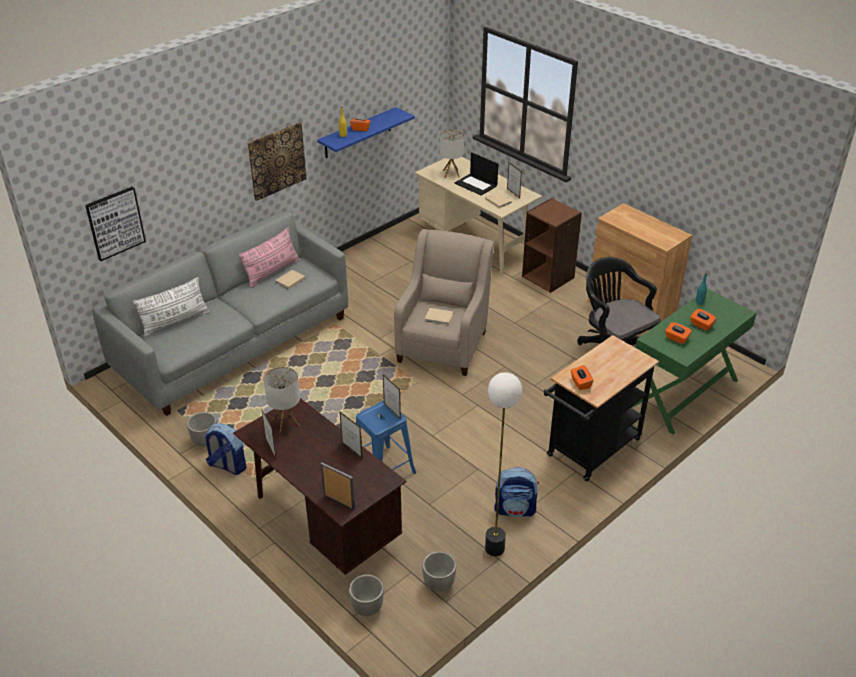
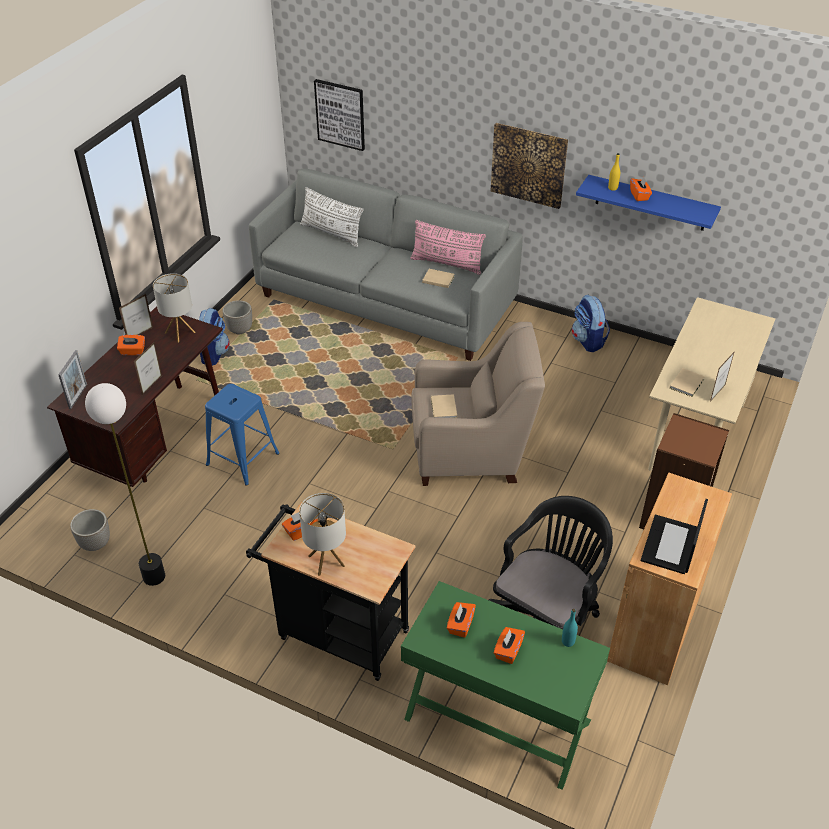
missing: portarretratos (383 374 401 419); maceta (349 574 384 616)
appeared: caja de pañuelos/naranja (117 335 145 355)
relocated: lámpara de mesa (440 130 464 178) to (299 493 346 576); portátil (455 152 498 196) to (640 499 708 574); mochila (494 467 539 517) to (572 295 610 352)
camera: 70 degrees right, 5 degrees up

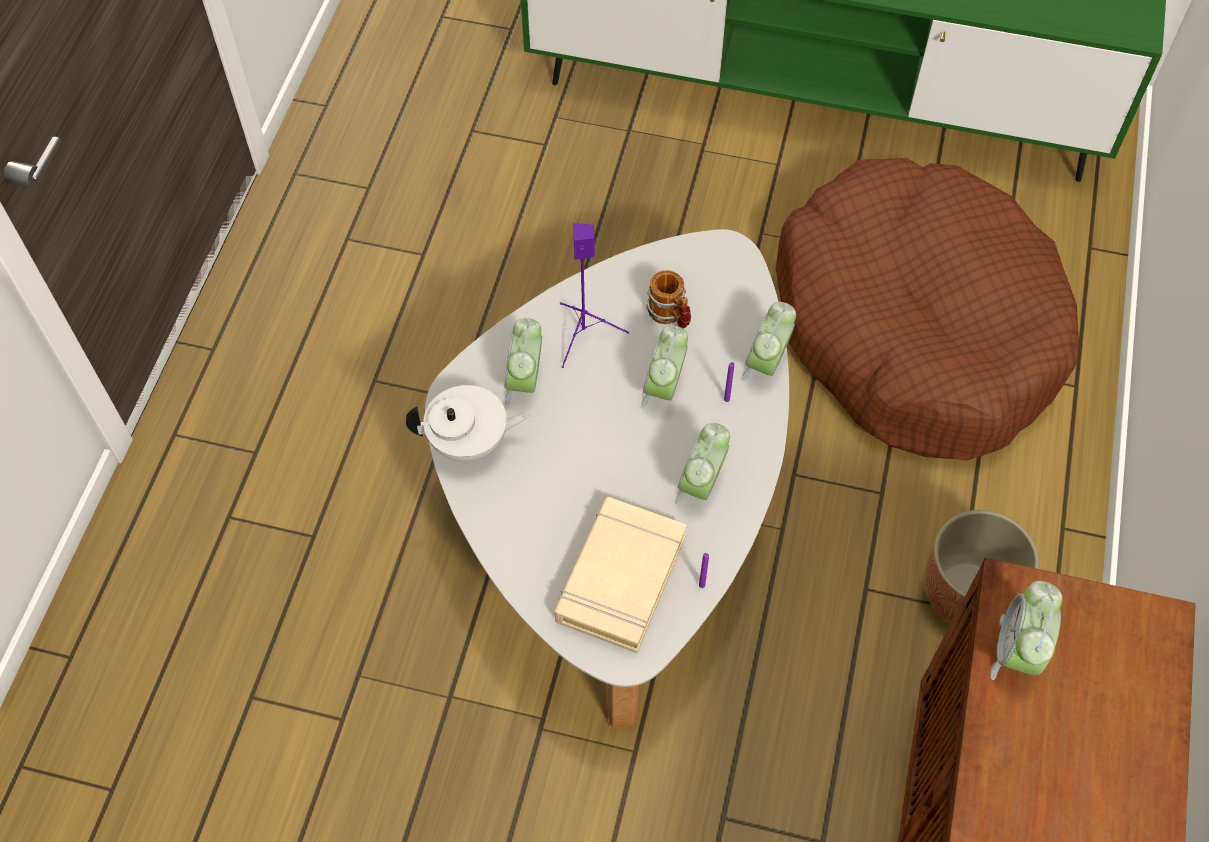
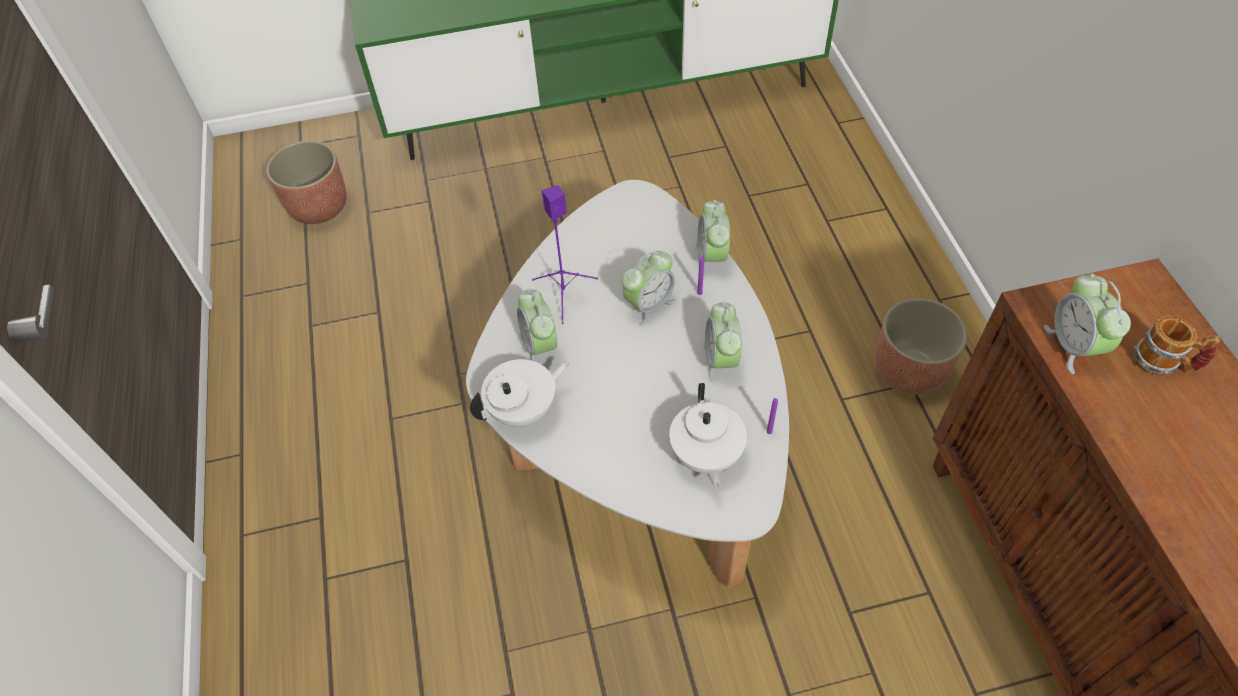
missing: cama para perro/marrón (776 158 1079 461)
appeared: maceta (266 141 346 224)
relocated: taza grande (646 270 691 328) to (1133 316 1220 377)
exchanged: libro/beis (554 497 687 653) to tetera/blanco (669 383 747 489)
spun: despertador (641 325 688 408) = (622 251 675 326) 120 degrees counterclockwise
camera: 25 degrees left, 5 degrees down

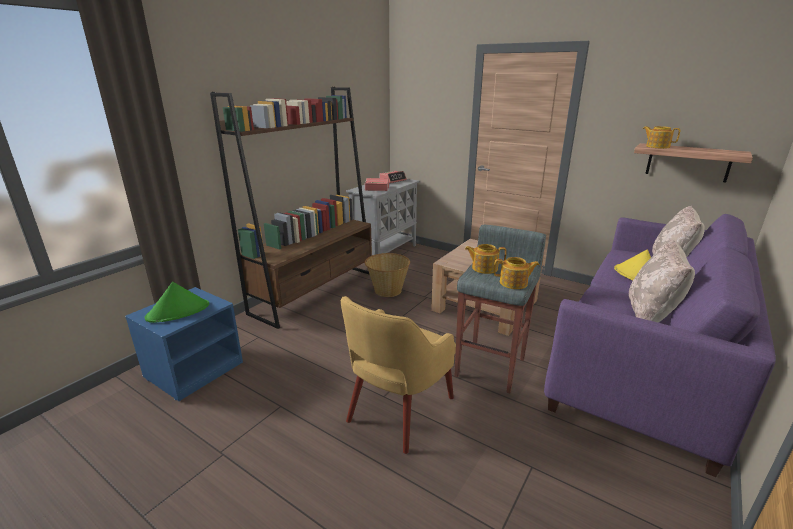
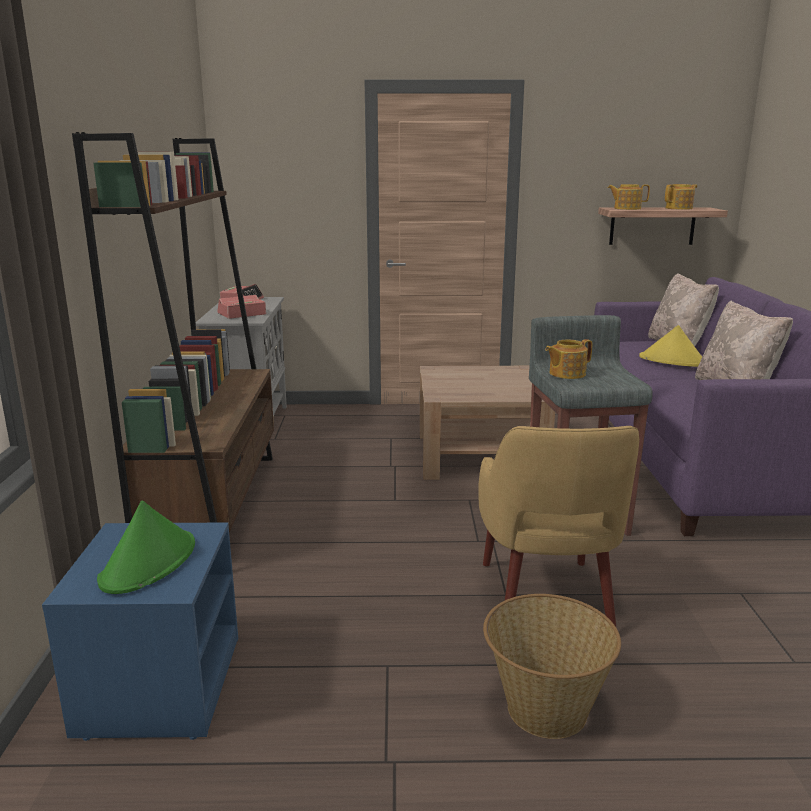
relocated: cesta (365 253 410 297) to (483 594 621 739); tetera (494 257 539 289) to (665 184 697 210)
camera: 35 degrees left, 5 degrees down

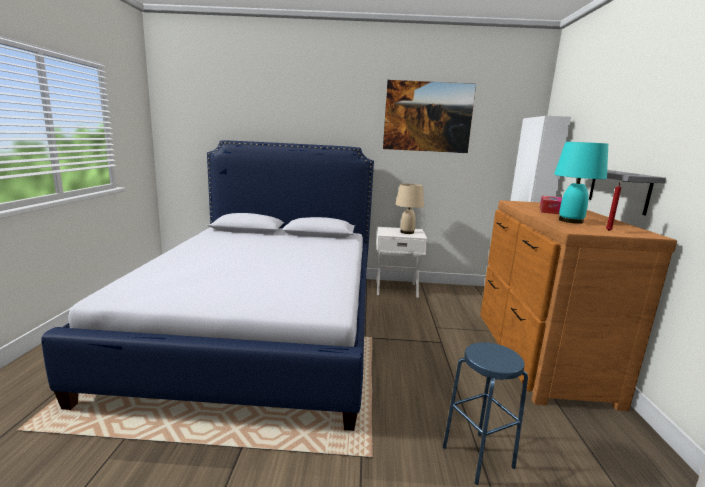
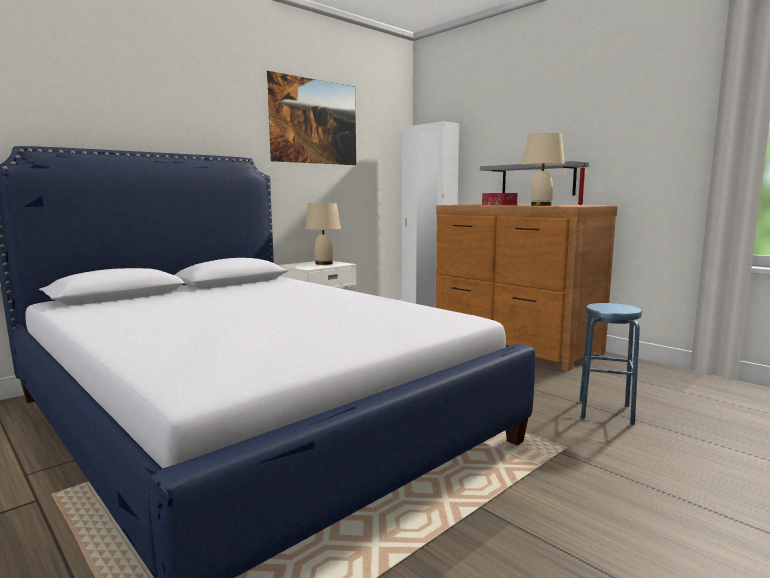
colour: lámpara de mesa/turquesa (554 142 608 224) to lámpara de mesa/beis (522 133 565 206)
camera: 45 degrees left, 5 degrees down

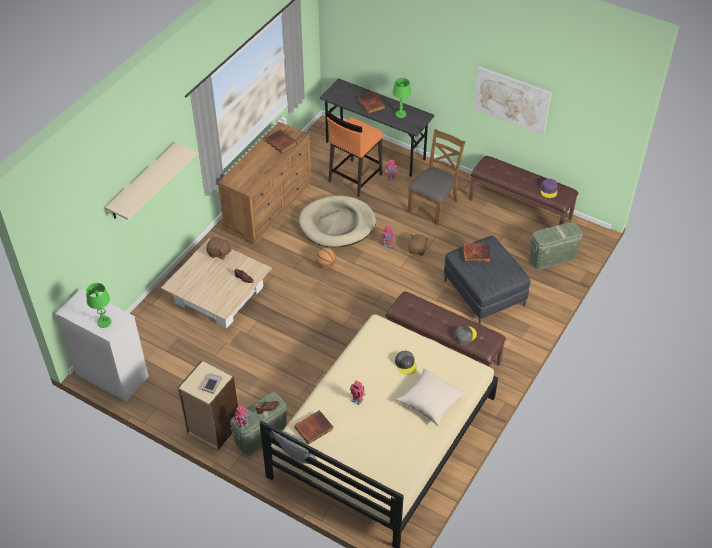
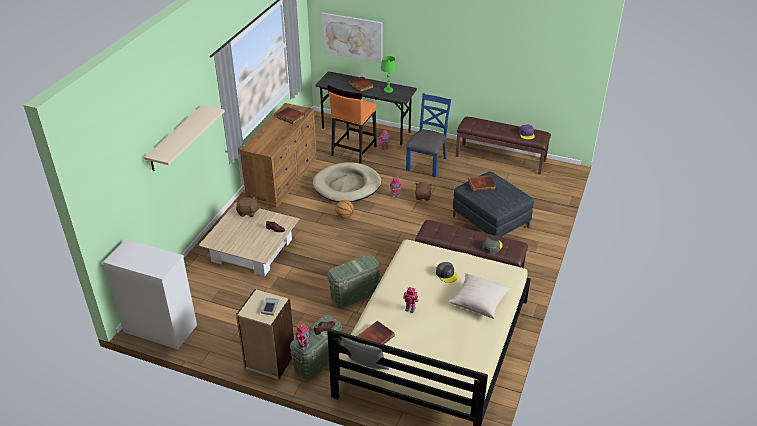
missing: lámpara de mesa/verde (86 283 111 328)
relocated: cuadro (473 66 552 135) to (321 12 383 63); caja de almacenaje/verde (530 222 583 270) to (327 255 381 308)
colour: silla/marrón (408 129 465 226) to silla/azul (406 93 451 177)
camera: 10 degrees left, 10 degrees down

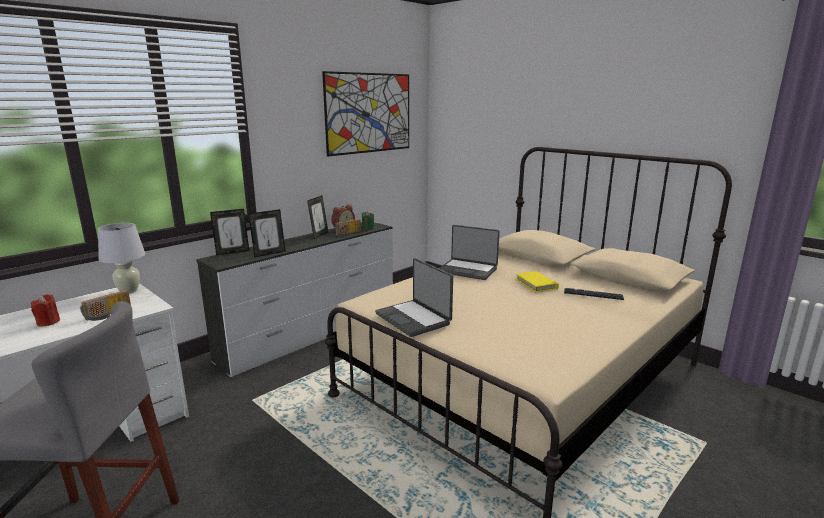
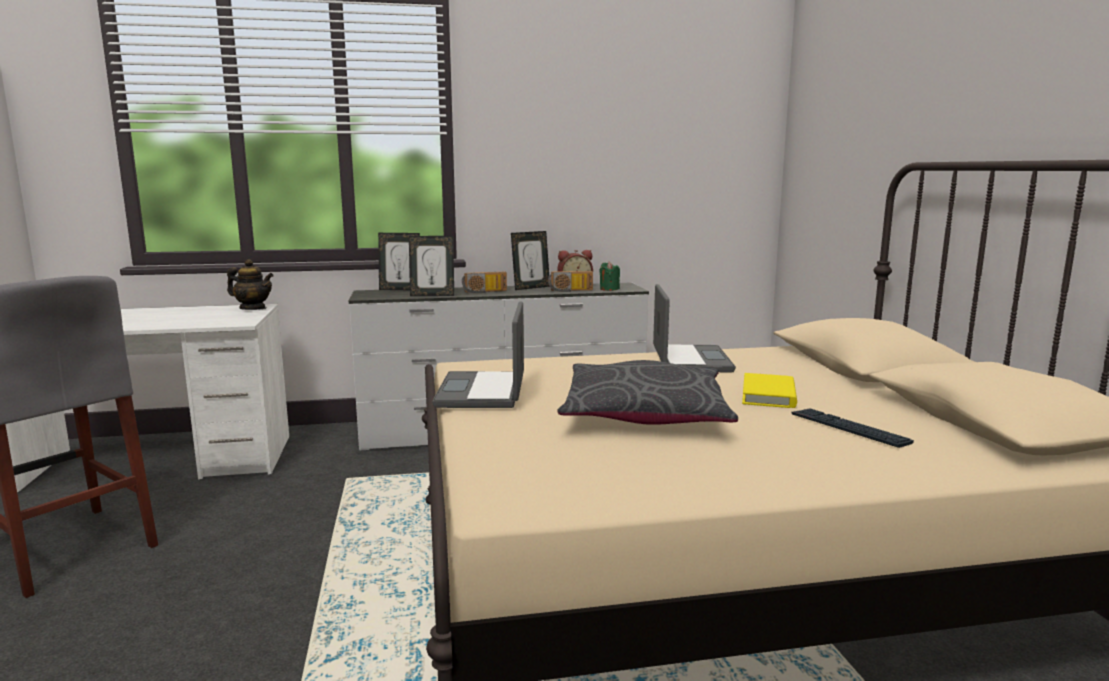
missing: cuadro (322 71 409 157); vela/rojo (31 294 60 327)
appeared: cojín/gris (557 360 738 425)
relocated: radio (80 290 131 321) to (462 272 507 293)
exchanged: lámpara de mesa/blanco (98 223 145 294) to tetera (227 259 274 310)
spun: portátil (439 225 500 280) = (653 284 736 372) 150 degrees counterclockwise
camera: 35 degrees right, 5 degrees down

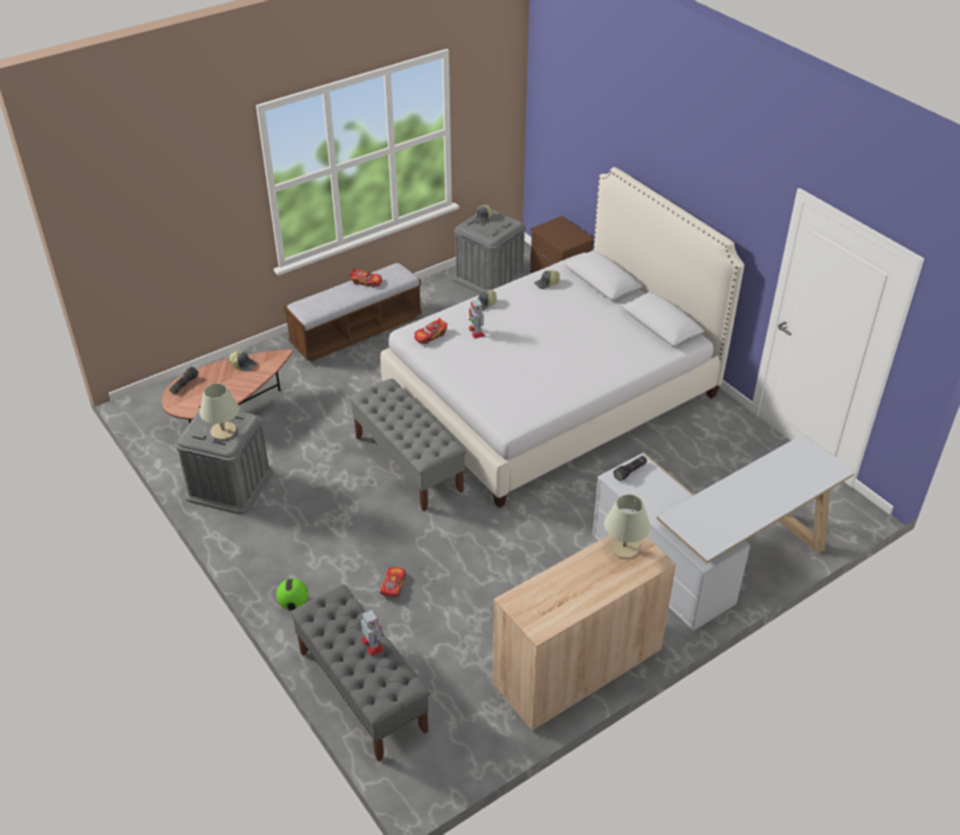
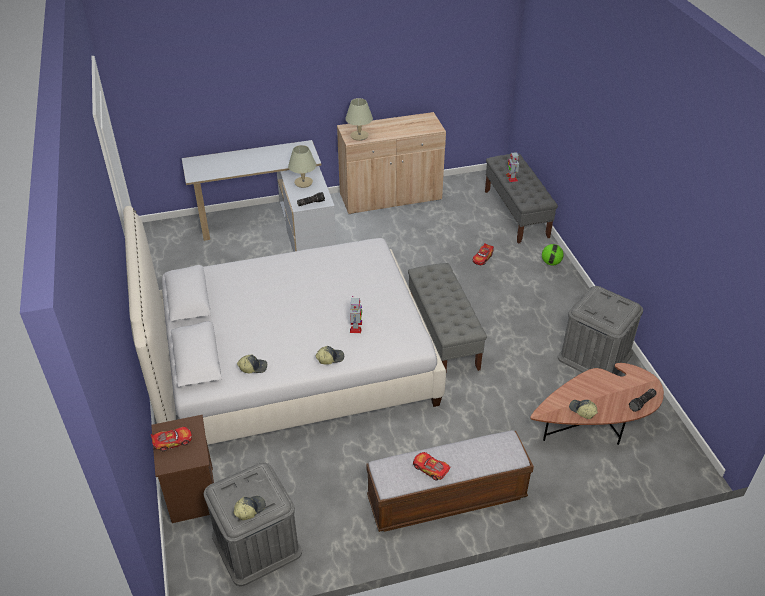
relocated: coche de juguete (414 318 448 344) to (151 427 192 451); lámpara de mesa/beis (199 383 239 440) to (288 145 316 188)
camera: 160 degrees left, 0 degrees up

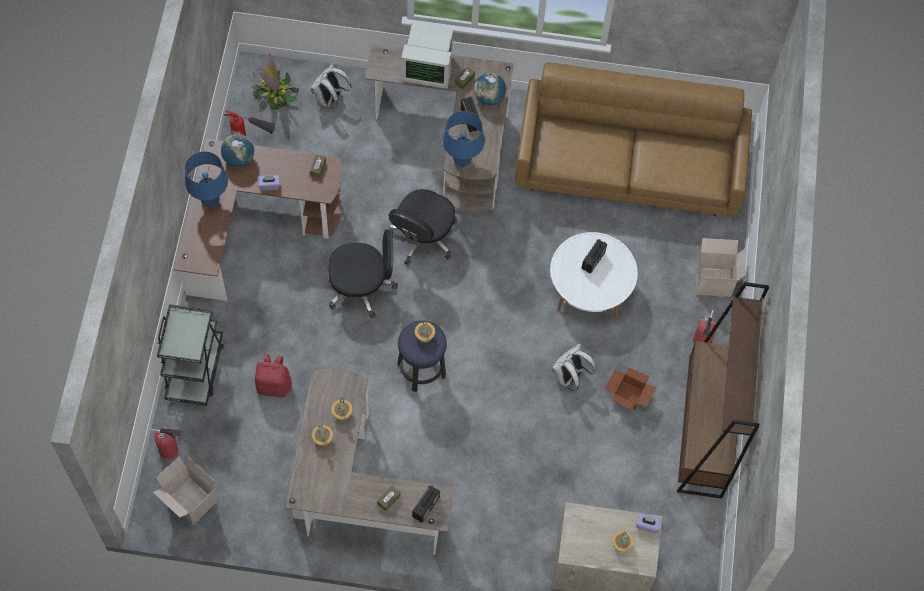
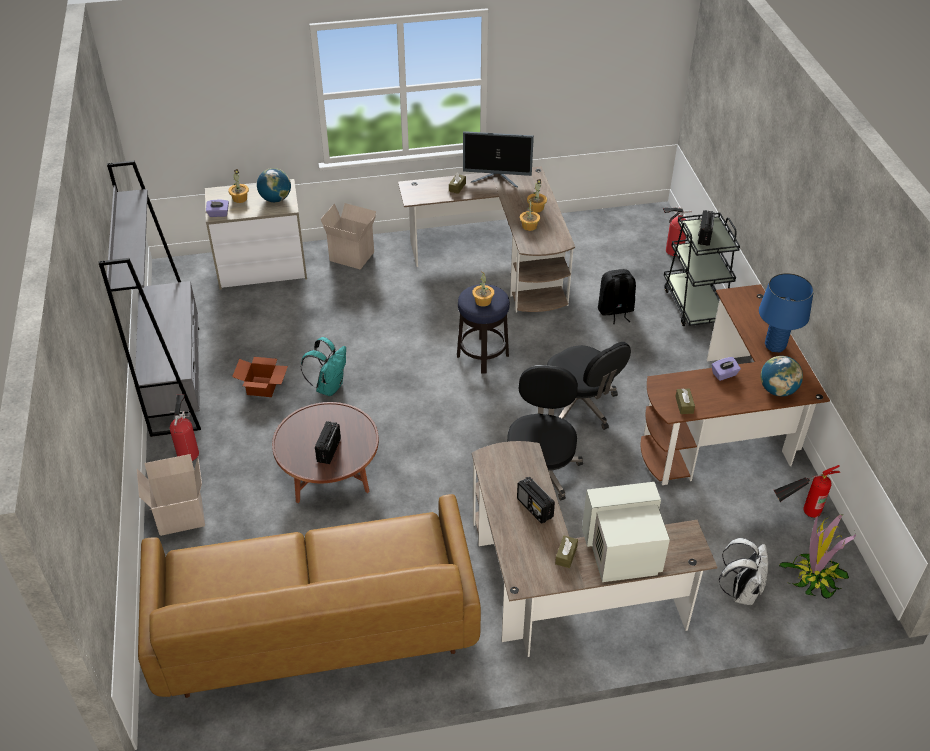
missing: lámpara de mesa/azul (443 111 484 167)
appeared: monitor (463 131 534 188)
relocated: globo terráqueo (474 73 506 105) to (257 168 291 202); caja de cartón (153 456 217 525) to (321 203 376 270); radio (412 485 440 523) to (697 210 715 246)
colour: mesa de centro/blanco (550 232 638 319) to mesa de centro/marrón (272 402 379 503); estantería/marrón (677 282 769 499) to estantería/gris (99 160 201 437); mochila/blanco (552 344 596 391) to mochila/turquesa (301 337 346 396); mochila/rojo (255 354 292 397) to mochila/negro (598 269 636 324)
spun: silla de oficina/negro (328 230 398 318) = (547 342 631 430) 105 degrees counterclockwise
camera: 165 degrees right, 20 degrees down

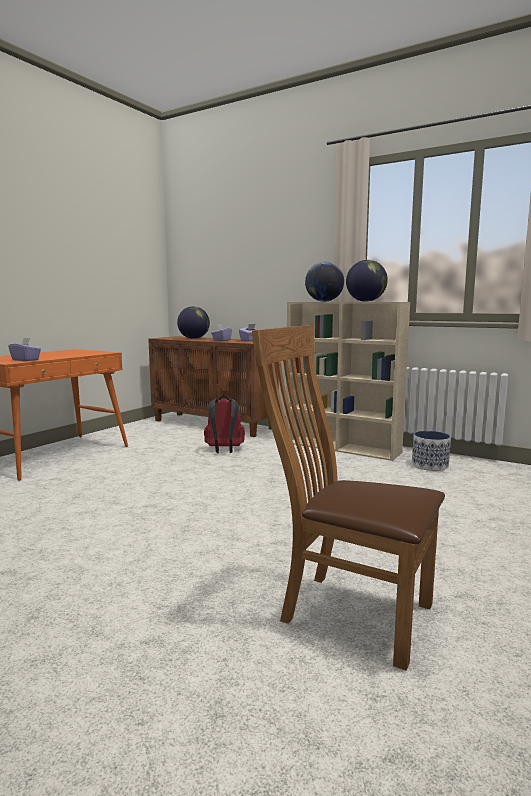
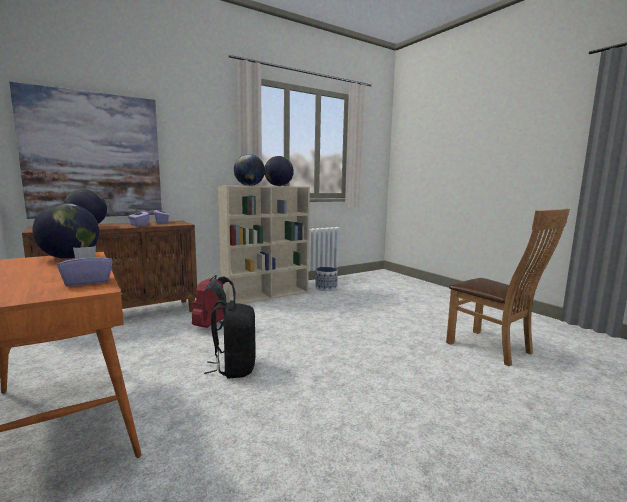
appeared: cuadro (9 82 162 219); globo terráqueo (32 203 99 259); mochila/negro (204 300 255 379)
spun: silla/marrón (252 325 445 671) = (446 209 570 366) 90 degrees counterclockwise
camera: 65 degrees left, 0 degrees up

